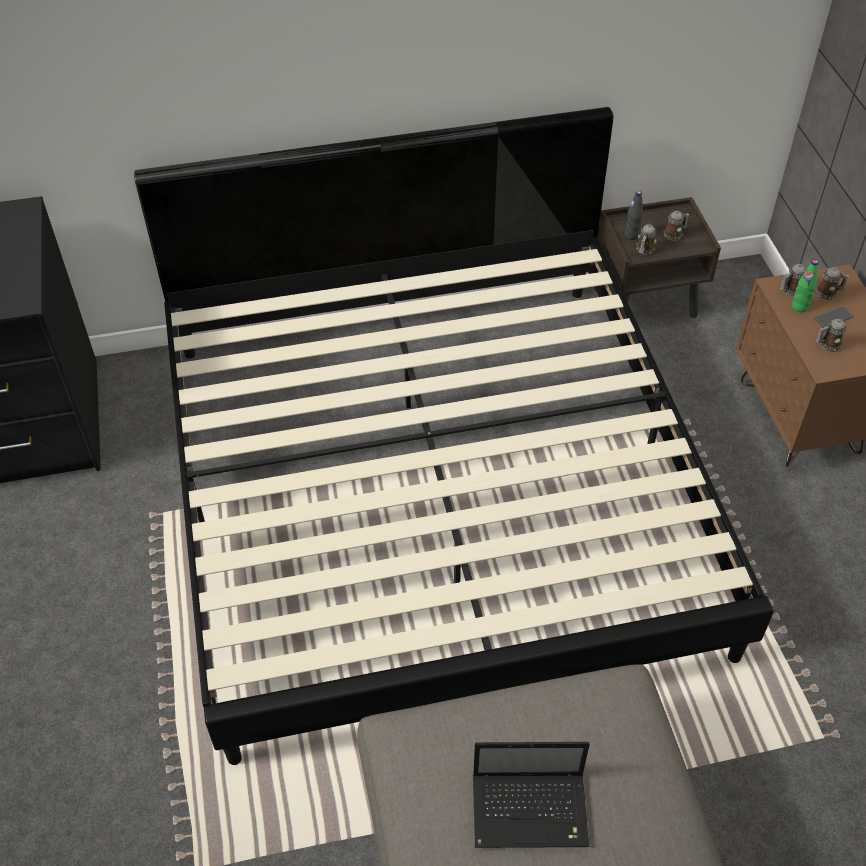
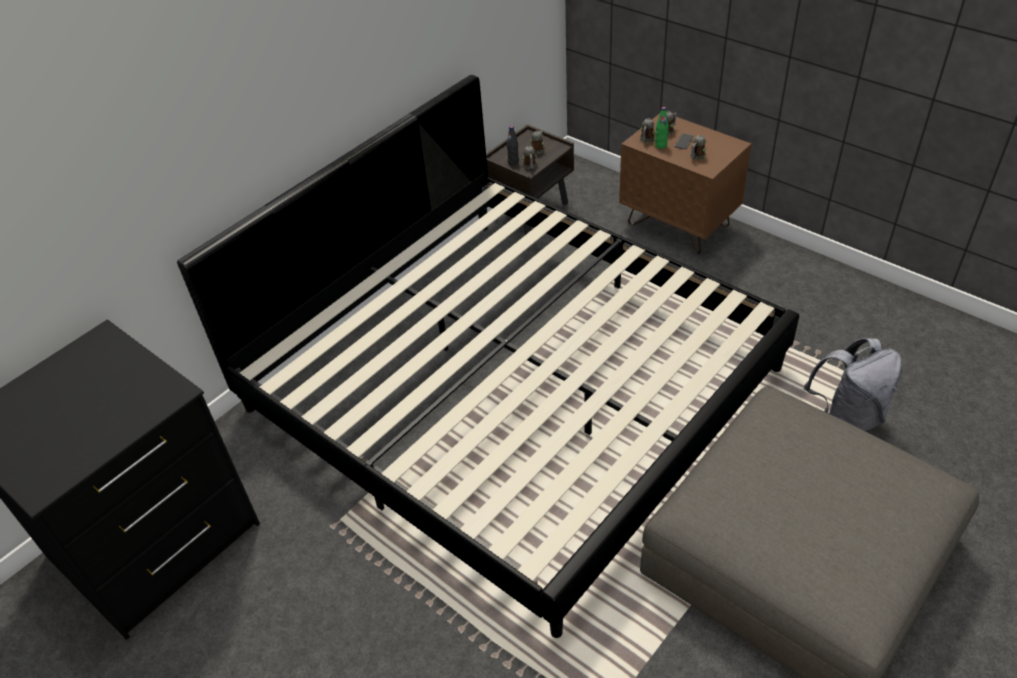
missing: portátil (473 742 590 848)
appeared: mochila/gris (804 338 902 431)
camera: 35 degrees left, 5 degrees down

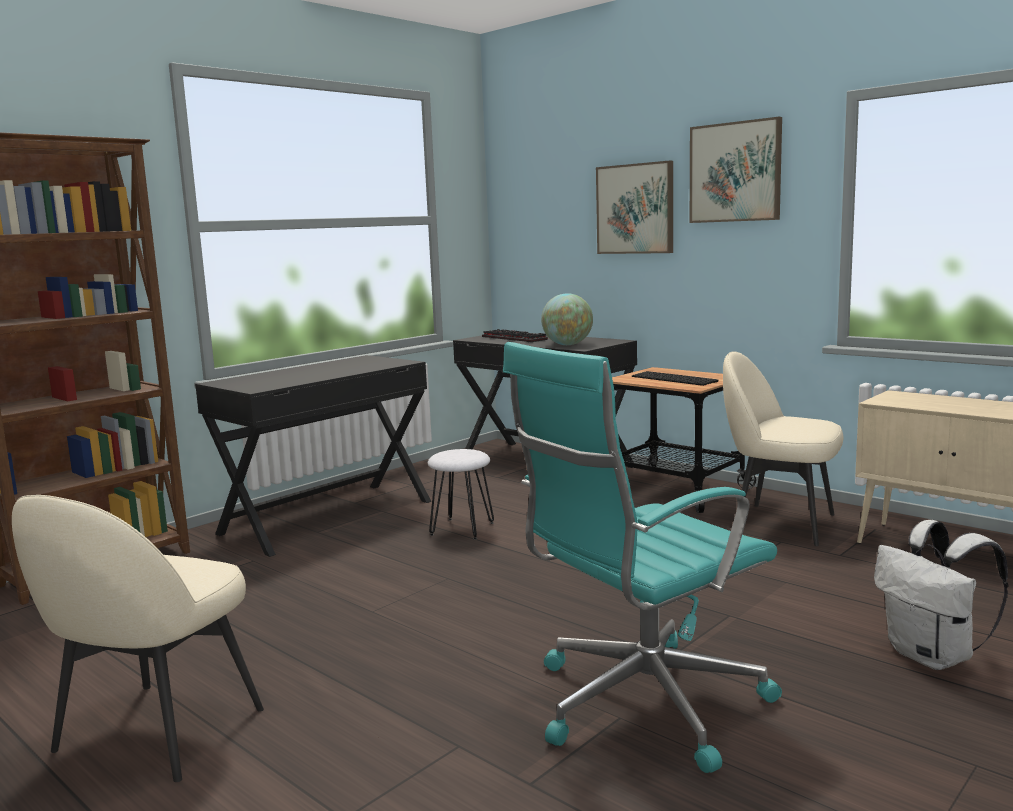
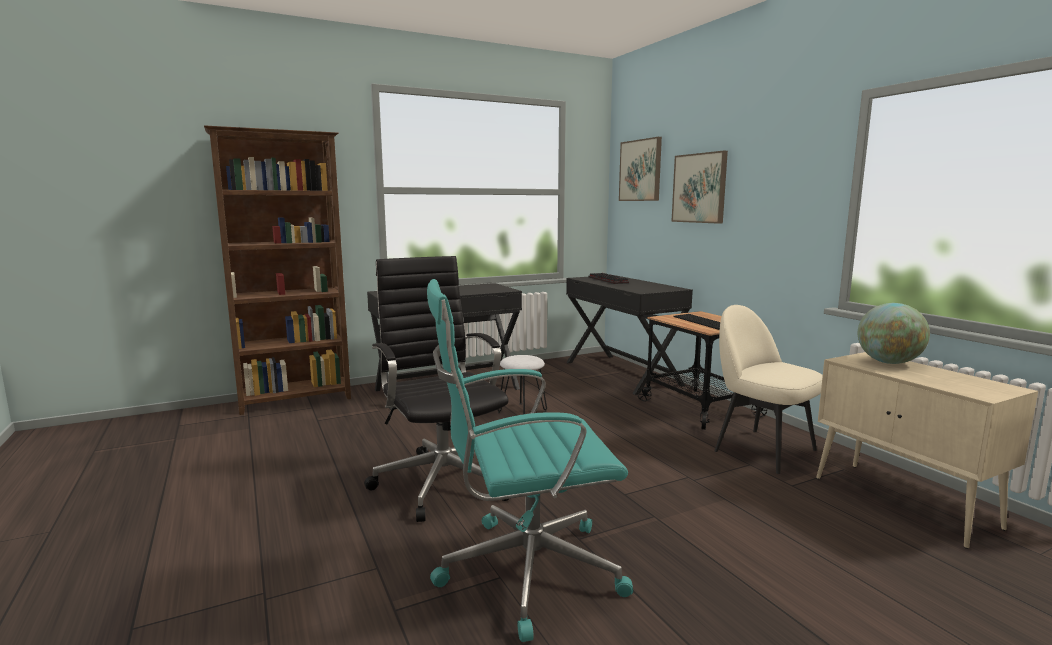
missing: silla/beis (12 495 264 782); mochila/blanco (874 520 1009 670)
appeared: silla de oficina/negro (364 256 511 522)
relocated: cuadro (690 117 782 223) to (619 137 662 201); globo terráqueo (541 293 593 345) to (858 303 930 364)
camera: 20 degrees right, 0 degrees up

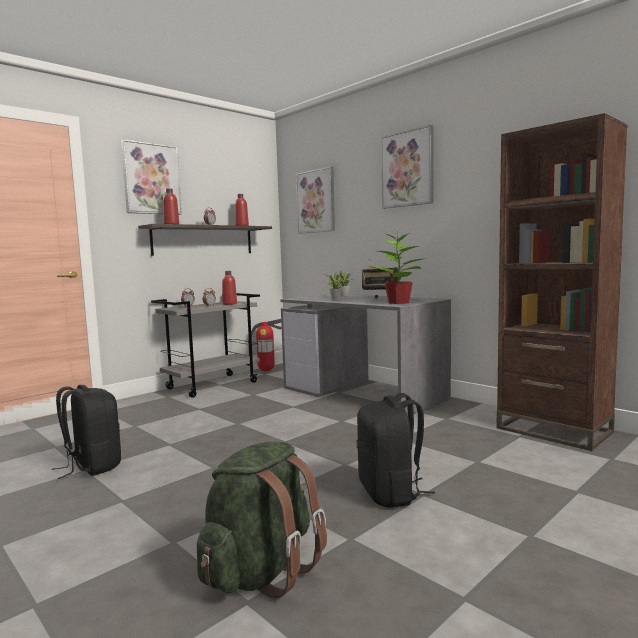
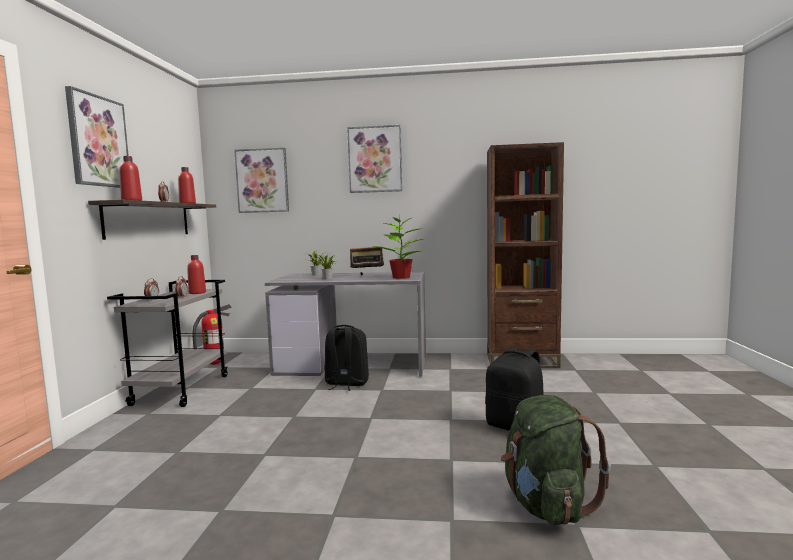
relocated: mochila/negro (52 385 121 479) to (325 325 369 391)
camera: 40 degrees left, 0 degrees up

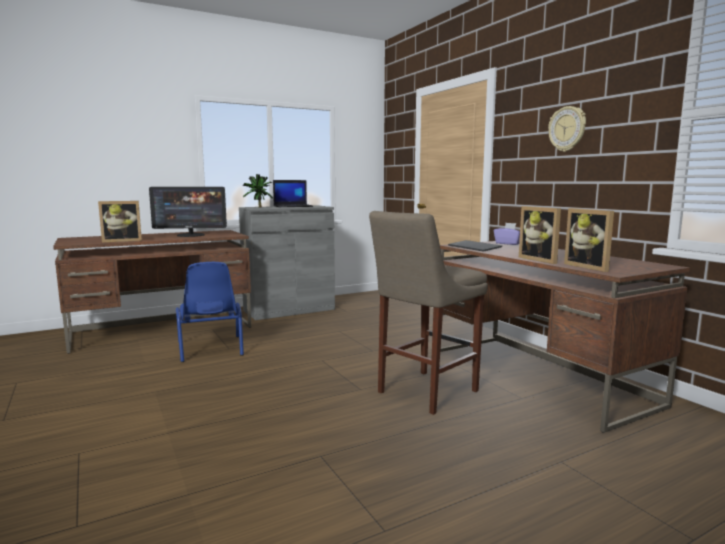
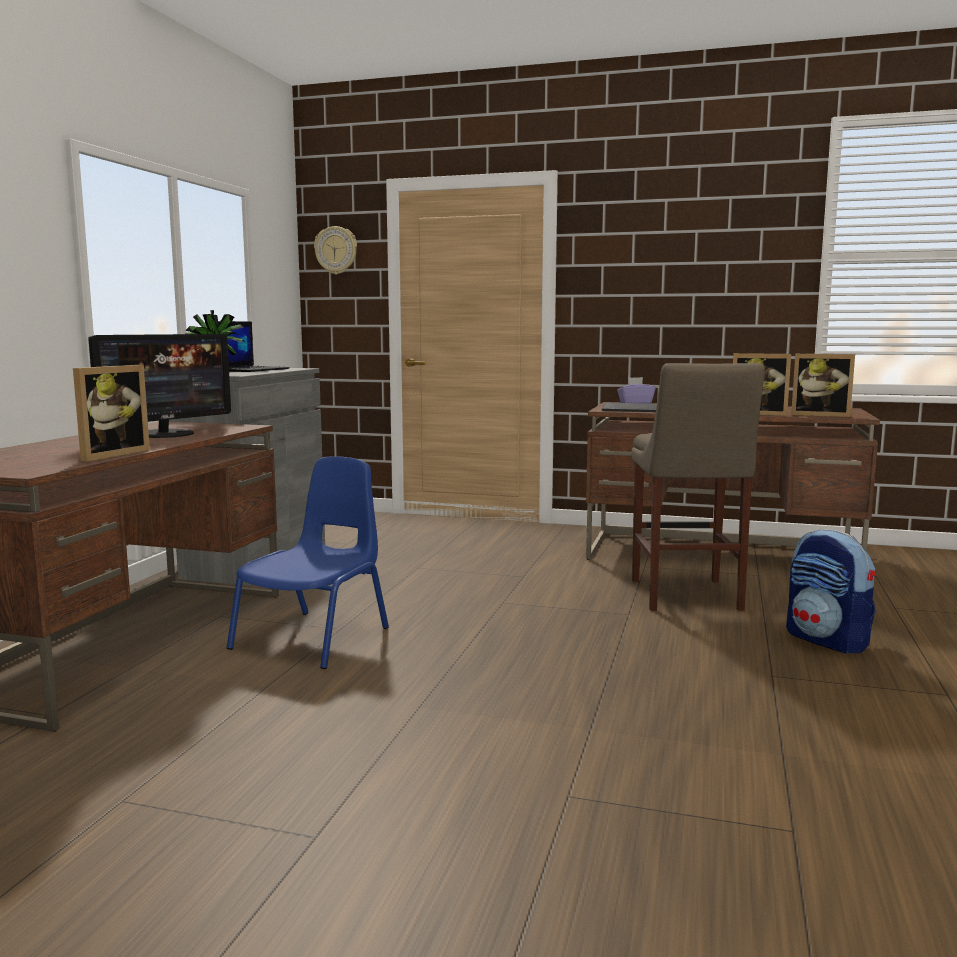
appeared: mochila (786 529 876 654)
relocated: reloj de pared (548 106 586 152) to (314 226 357 275)
spun: silla/azul (176 262 244 362) = (227 456 389 669) 90 degrees counterclockwise
camera: 45 degrees left, 0 degrees up

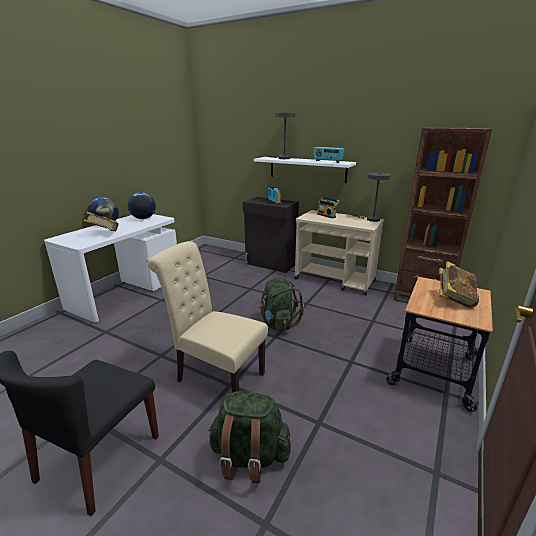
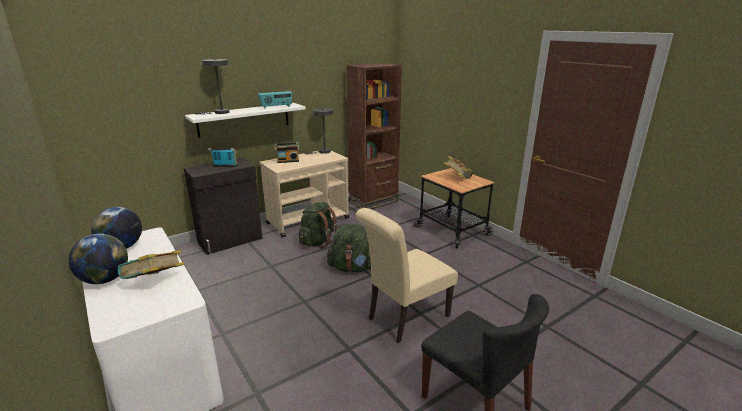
relocated: mochila/verde (208 392 291 483) to (299 202 339 248)
camera: 65 degrees left, 0 degrees up

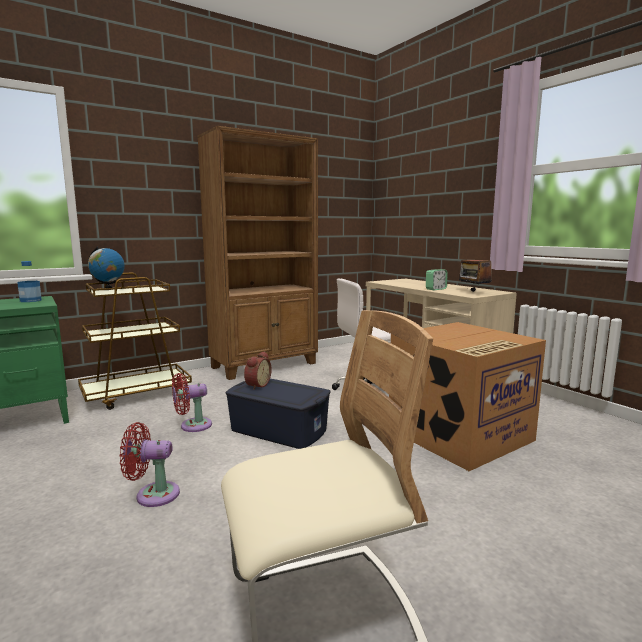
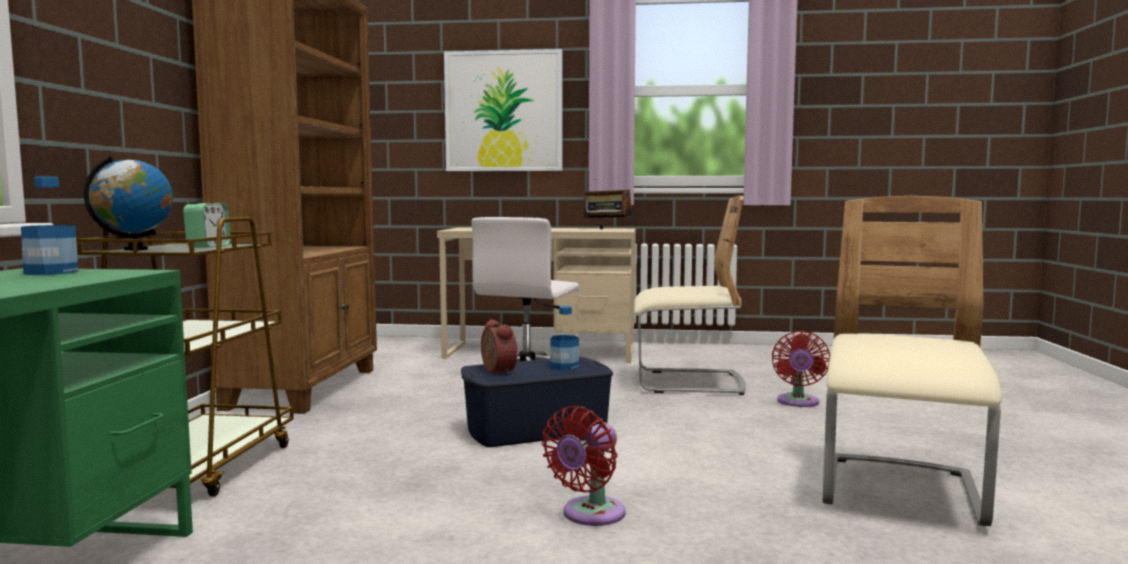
appeared: cuadro (444 49 562 171); botella (550 306 579 370)
relocated: despertador (426 269 447 290) to (183 203 231 248); ventilador/rojo (172 373 212 432) to (772 331 830 407)
exchanged: caja de cartón (389 322 546 471) to silla/beis (634 196 746 395)
camera: 50 degrees left, 5 degrees down

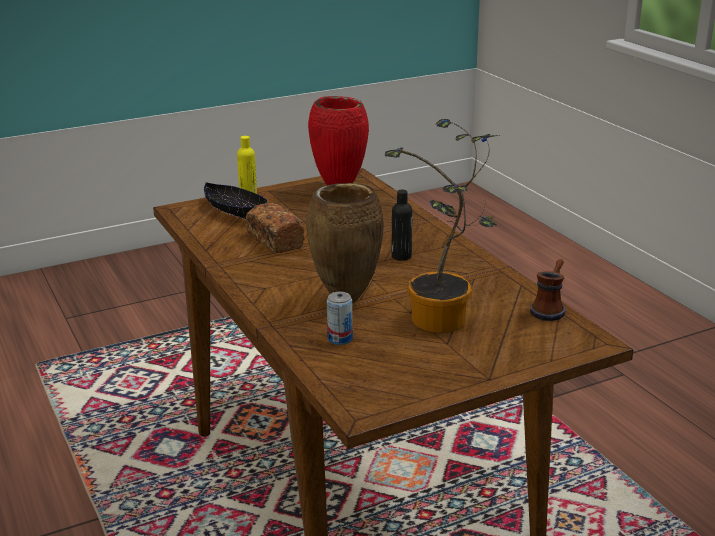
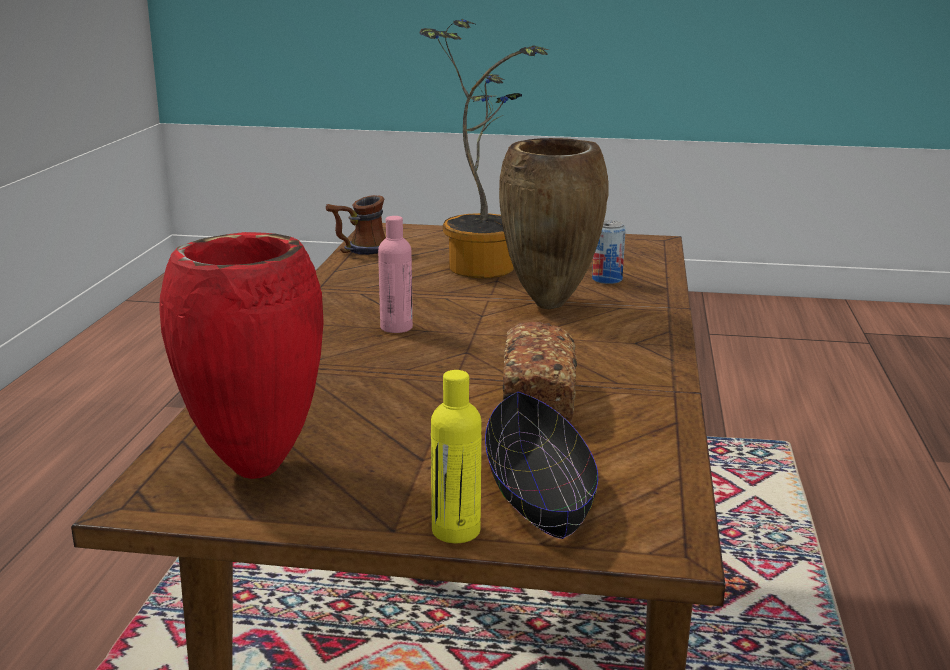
colour: botella/negro (392 190 412 261) to botella/rosa (378 216 413 333)
camera: 145 degrees left, 5 degrees down

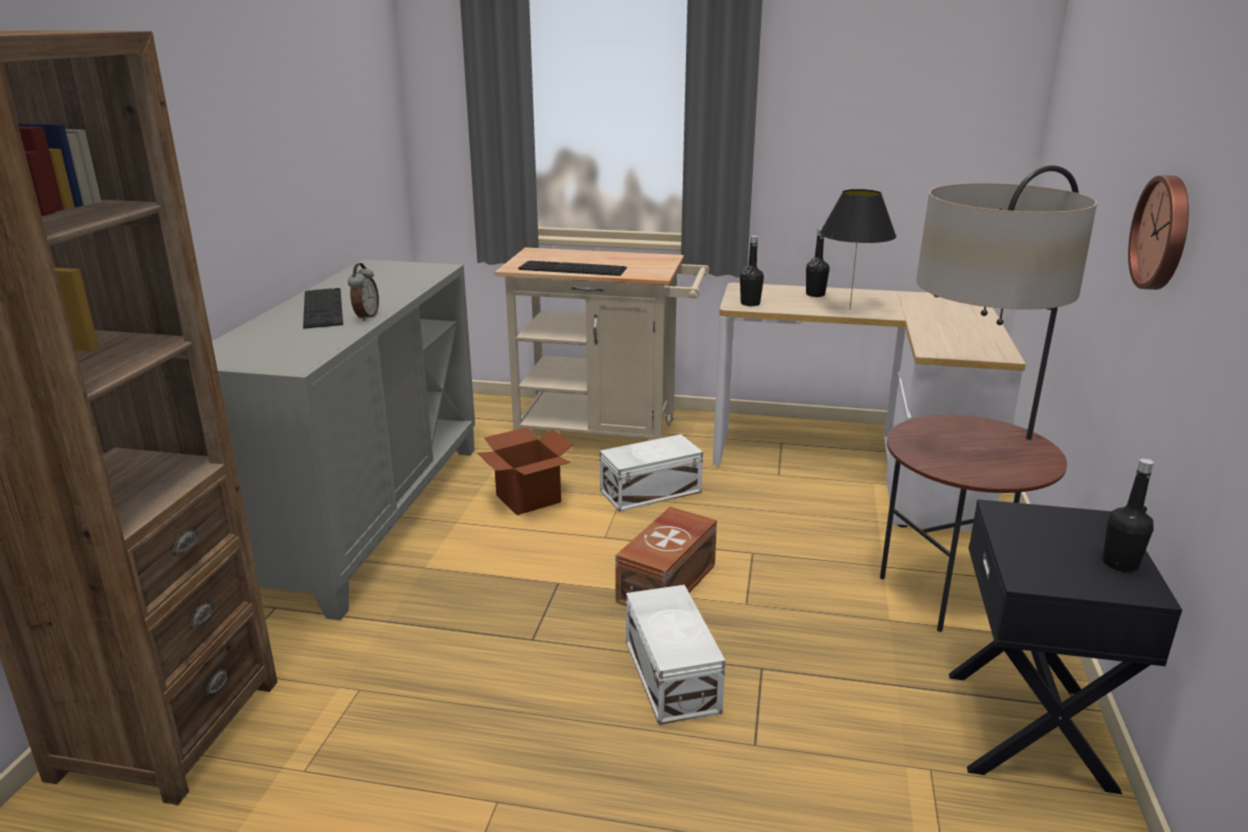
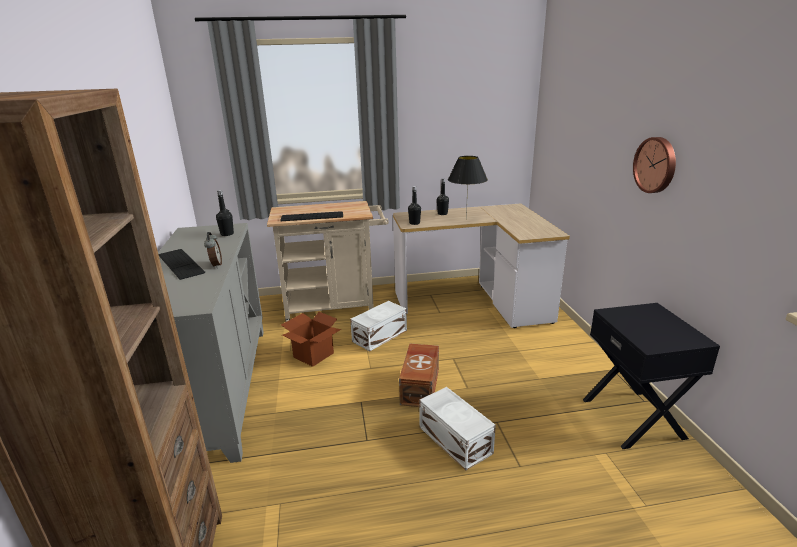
missing: lámpara de pie (880 165 1097 632)
relocated: botella/negro (1103 458 1154 572) to (216 190 234 236)
camera: 20 degrees left, 0 degrees up

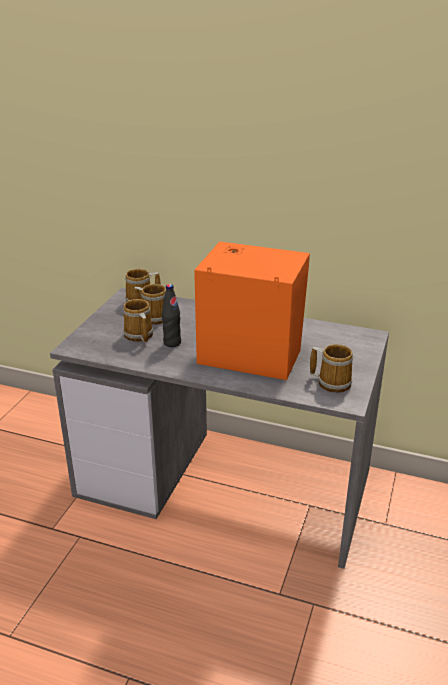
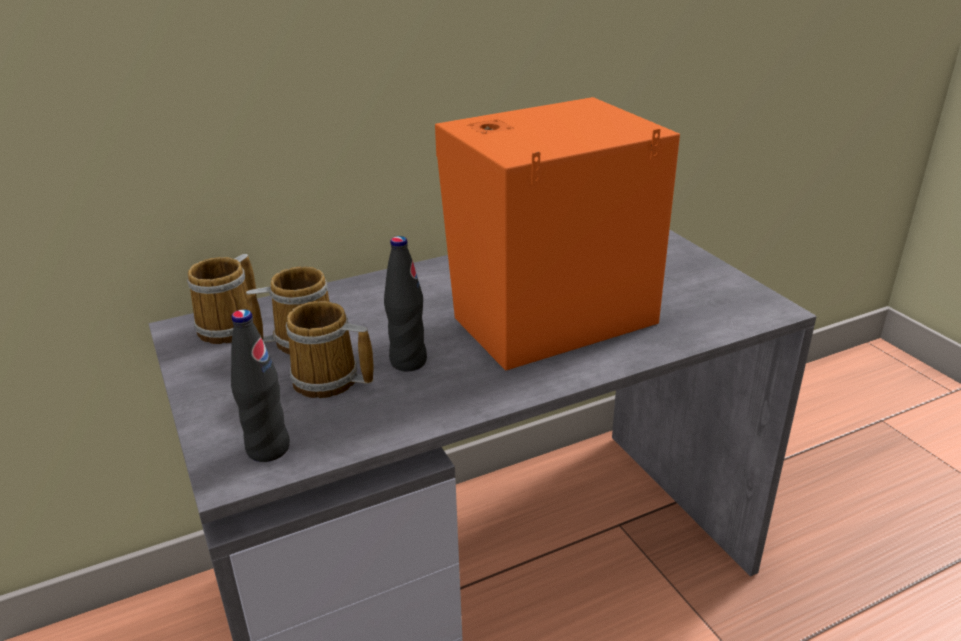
missing: taza grande (310 344 353 392)
appeared: botella/negro (231 309 290 462)
camera: 45 degrees left, 0 degrees up

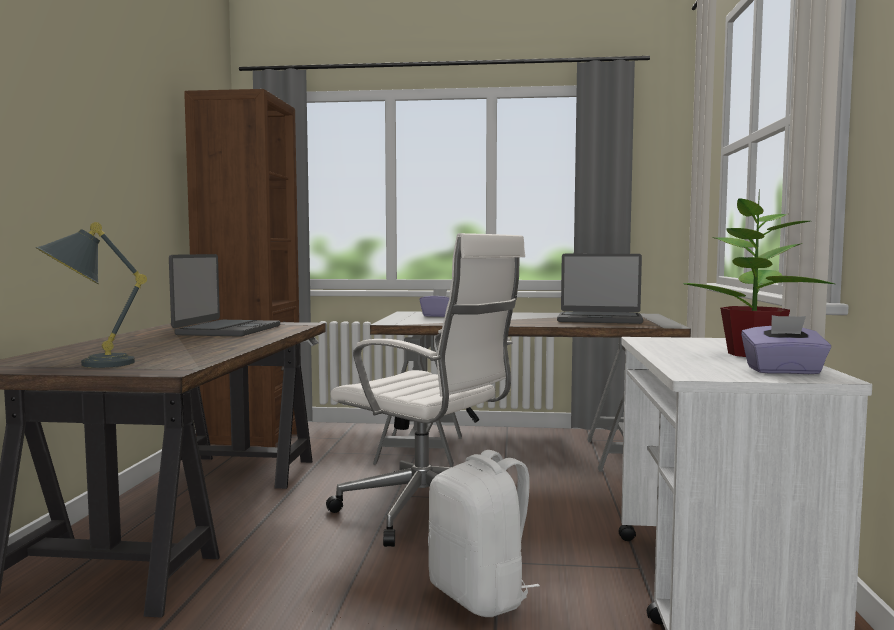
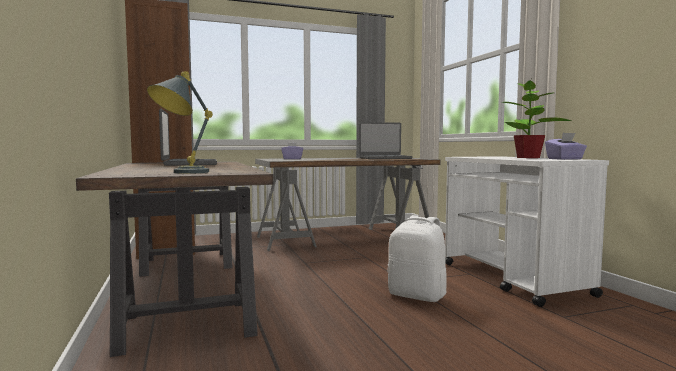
missing: silla de oficina/blanco (326 233 525 547)
camera: 25 degrees left, 0 degrees up

